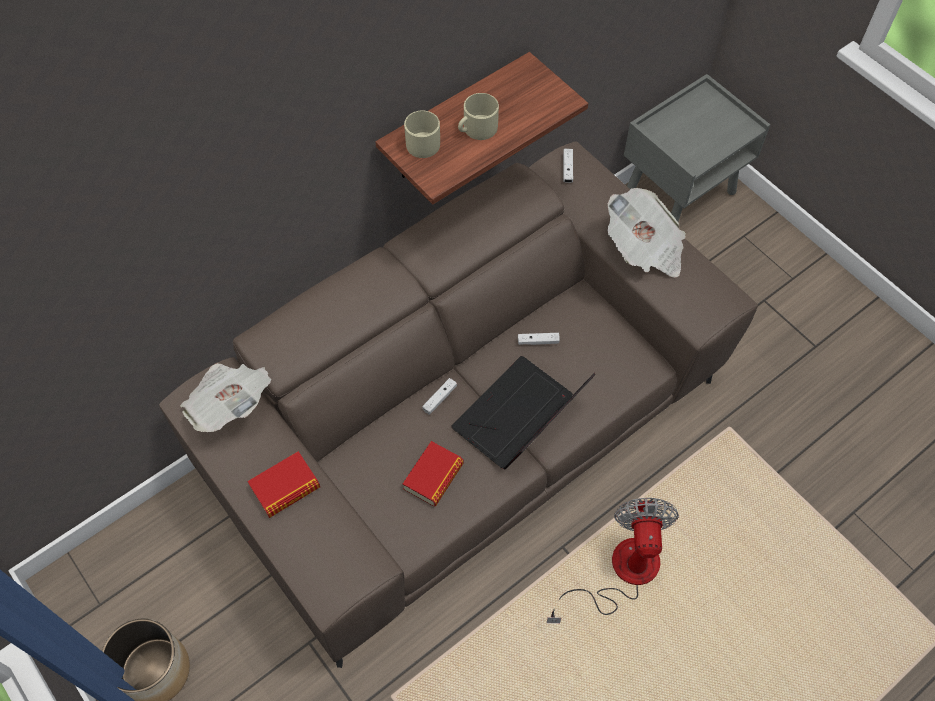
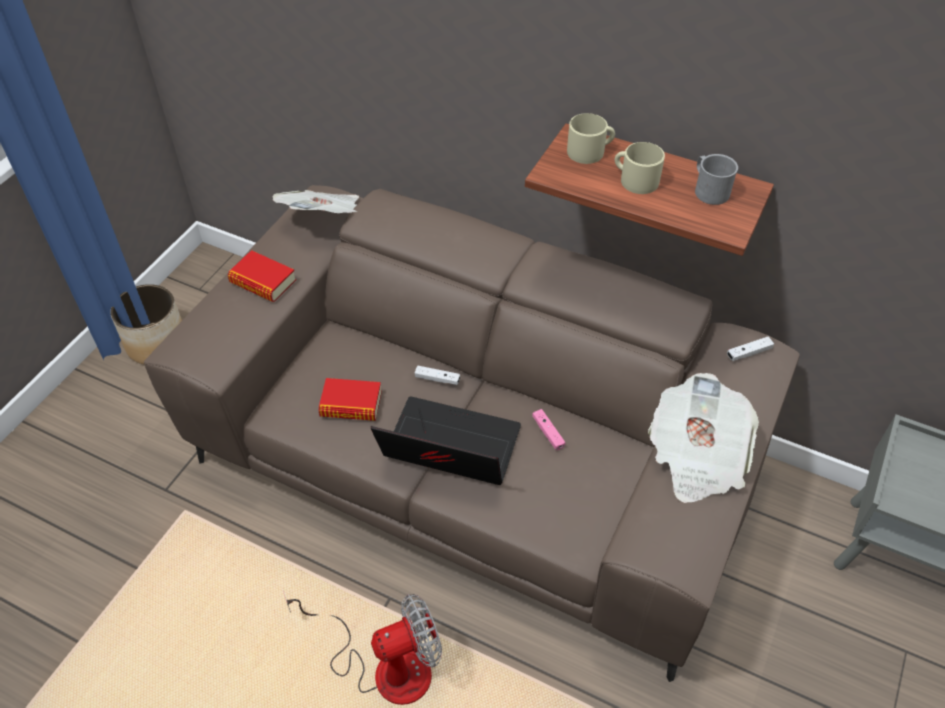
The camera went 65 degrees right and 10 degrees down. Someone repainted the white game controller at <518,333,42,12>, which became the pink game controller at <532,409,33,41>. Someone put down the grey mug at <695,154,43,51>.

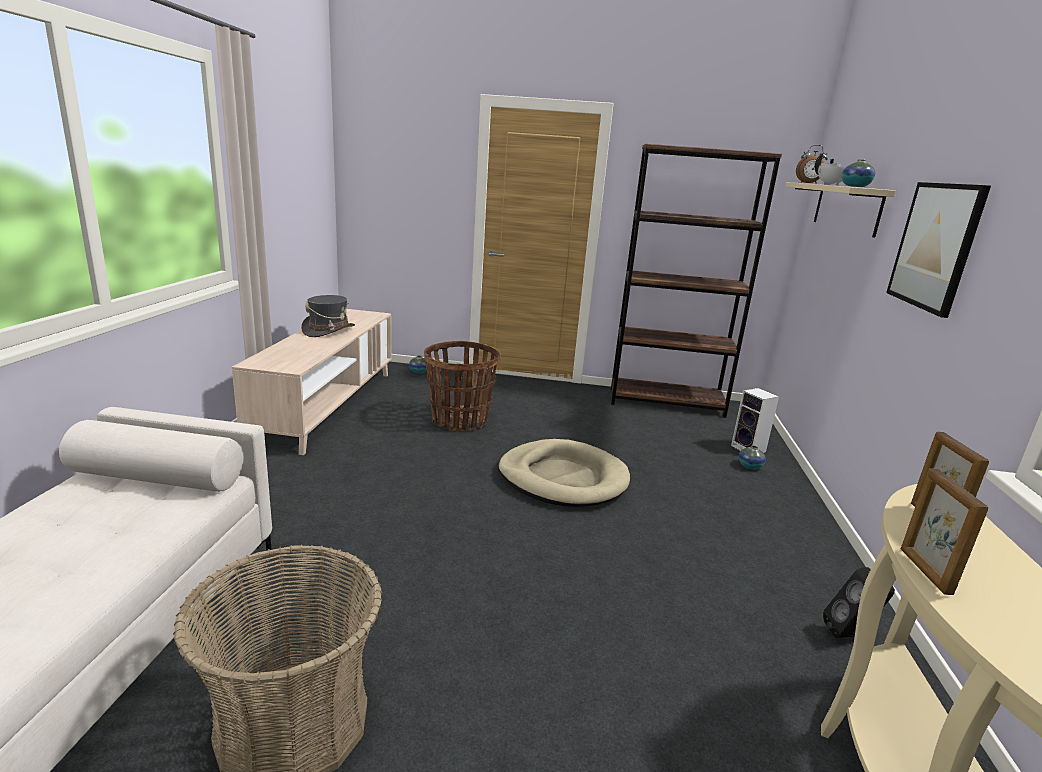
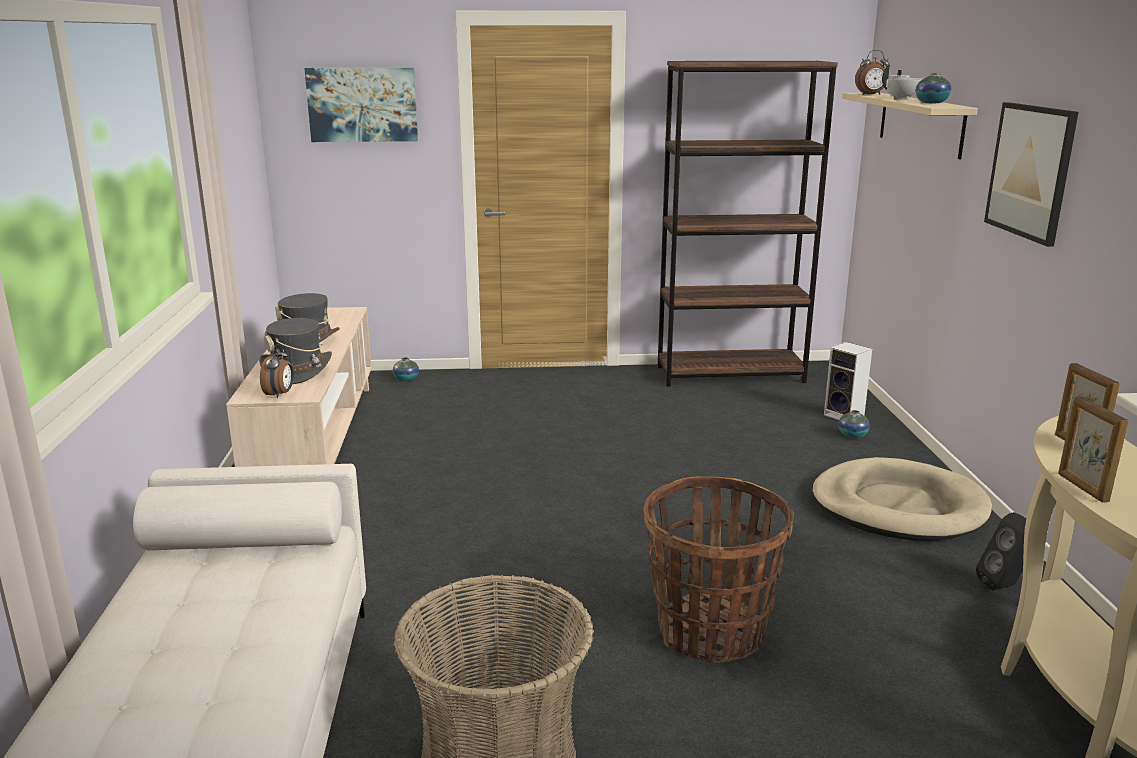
The camera went 10 degrees left and 0 degrees up. Someone carried the basket from <424,341,77,90> to <643,476,151,187>. Someone carried the beige dog bed from <498,439,132,68> to <812,457,180,84>. Someone put down the grey hat at <259,318,73,66>. Someone put down the alarm clock at <260,344,34,54>. Someone put up the picture at <304,68,114,74>.

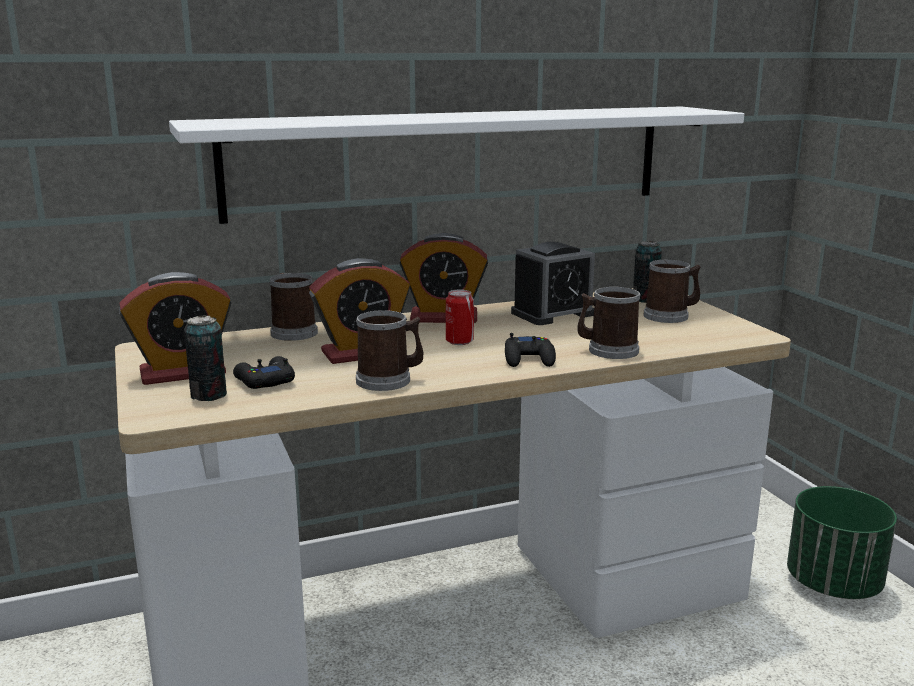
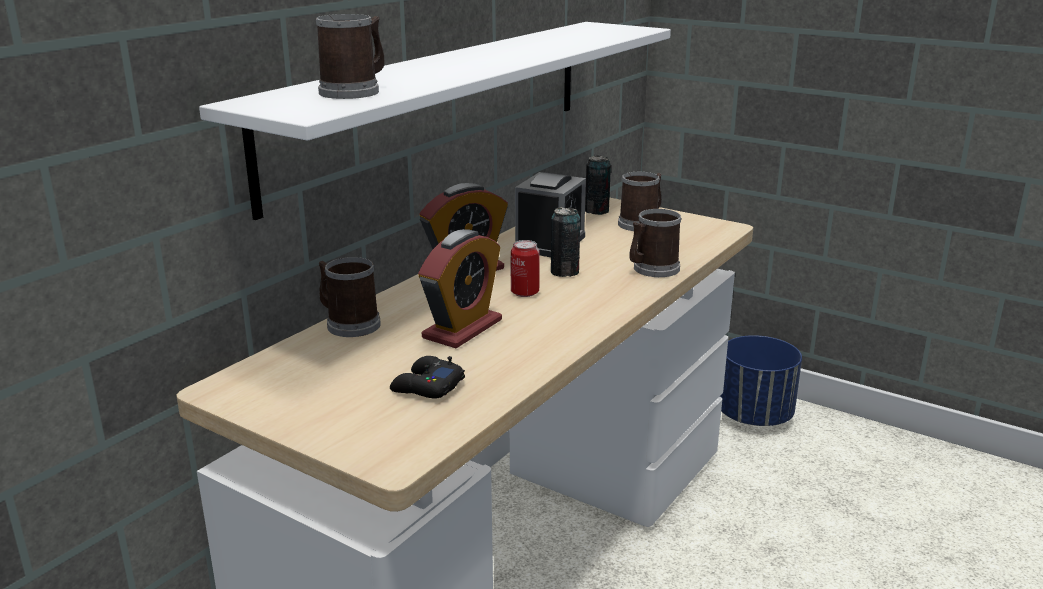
The camera went 35 degrees left and 5 degrees up. Someone took away the alarm clock at <119,272,112,113>. Someone carried the can from <184,315,43,86> to <551,207,29,70>. Someone carried the mug from <356,310,67,81> to <316,14,68,85>. Someone took away the black game controller at <505,333,51,34>. Someone repainted the green planter at <787,486,110,113>, which became the blue planter at <720,335,82,91>.

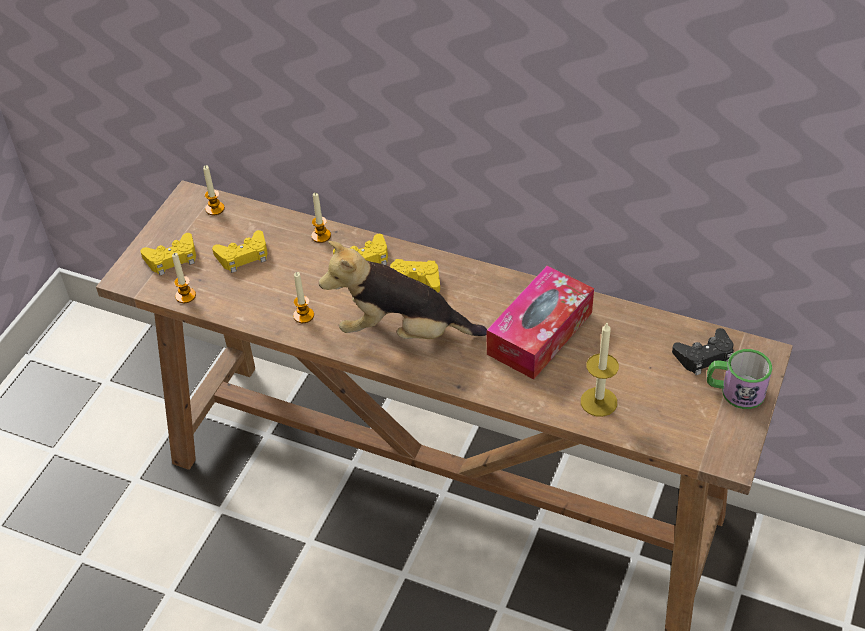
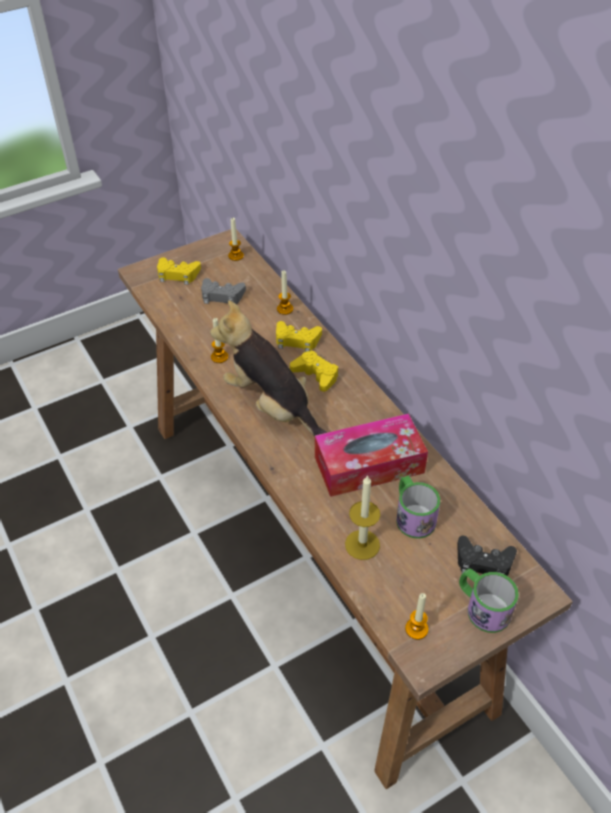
The camera went 35 degrees right and 0 degrees up. Someone carried the candle from <172,253,24,50> to <405,593,23,47>. Someone repainted the yellow game controller at <212,230,56,43>, which became the grey game controller at <201,278,45,29>. Someone put down the mug at <396,475,44,64>.

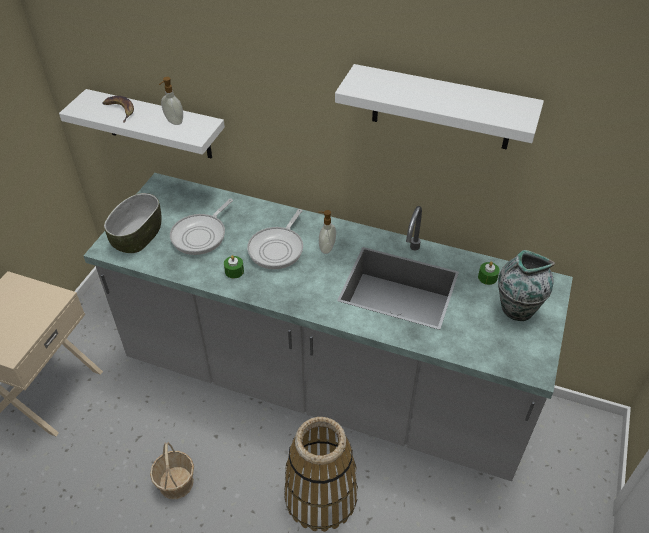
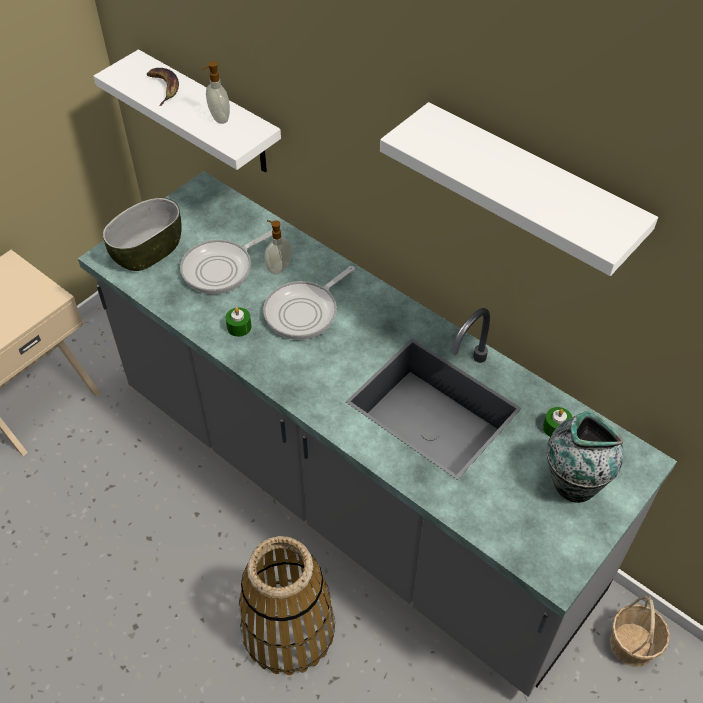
The camera went 20 degrees right and 5 degrees up. Someone carried the basket from <150,442,44,57> to <610,596,60,71>. Someone carried the soap dispenser from <318,210,18,44> to <265,220,27,54>.

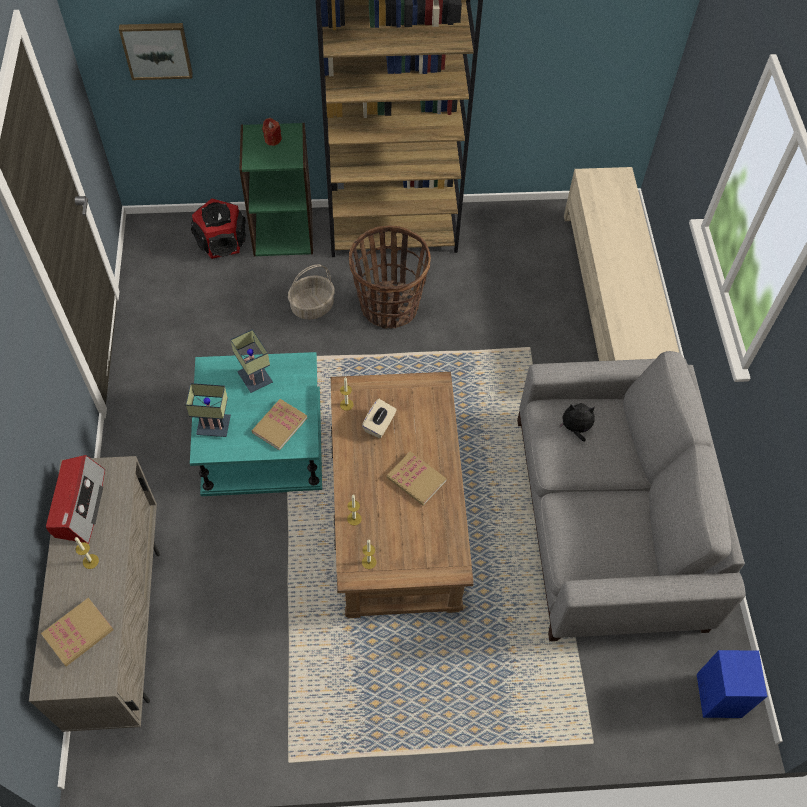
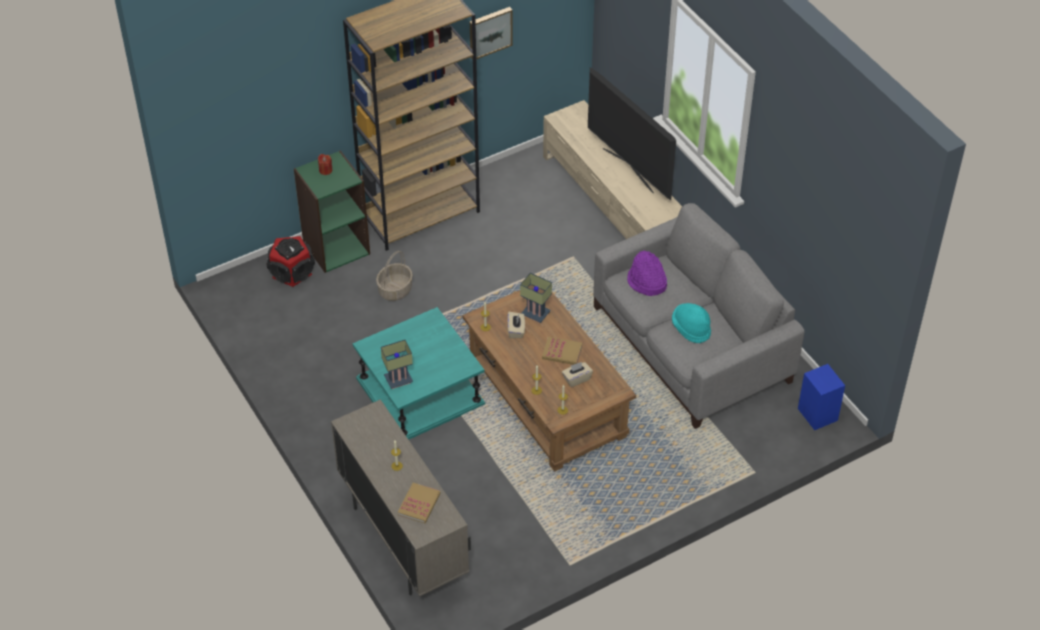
The camera went 25 degrees left and 10 degrees down. Someone took away the radio at <46,455,59,89>. Someone carried the picture from <119,23,74,57> to <470,7,43,53>. Someone carried the table lamp from <230,329,43,64> to <520,273,32,50>. Someone took away the book at <252,399,55,51>. Someone took away the basket at <349,225,82,104>. Someone swapped the plush toy at <559,403,36,39> for the purple hat at <627,251,40,45>. Someone put down the beige tissue box at <562,362,31,25>. Someone put down the television at <588,67,88,133>. Someone put down the turquoise hat at <672,303,39,40>.

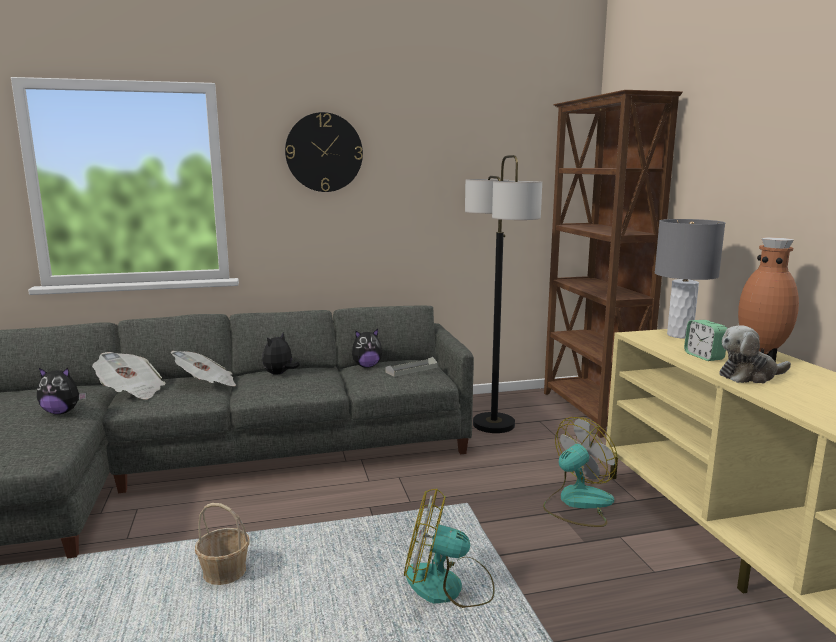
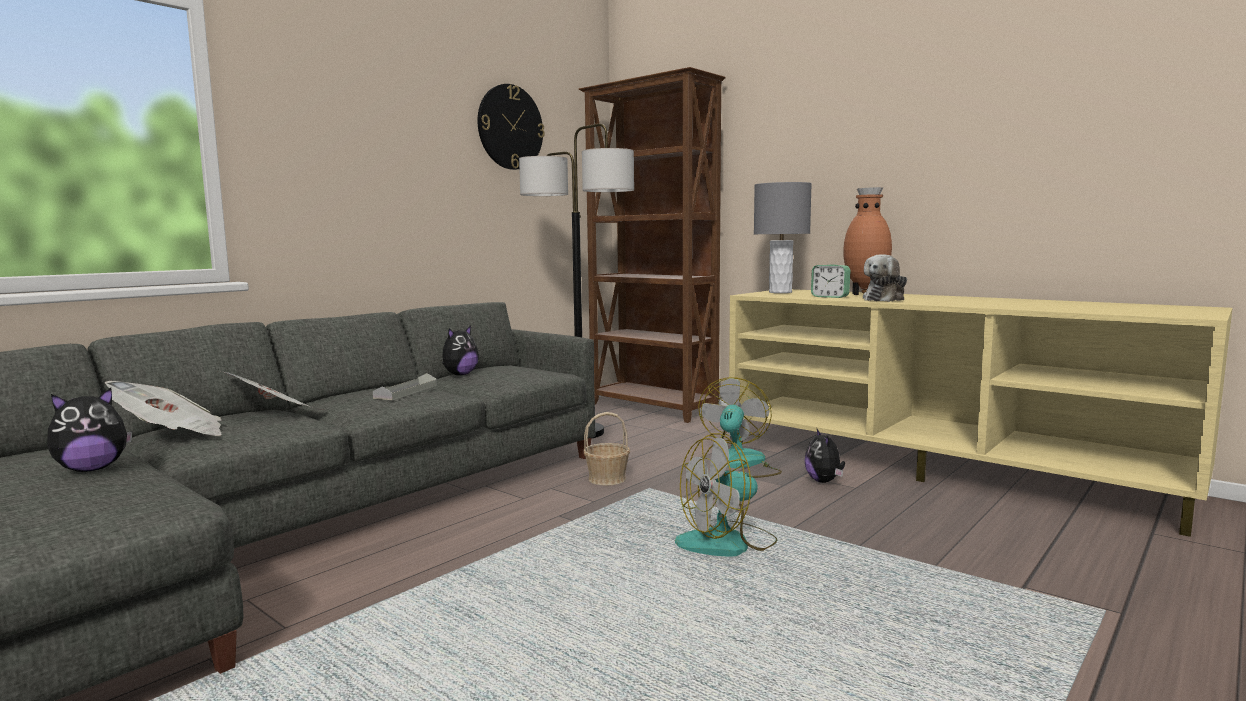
The camera went 35 degrees left and 5 degrees down. Someone carried the basket from <195,503,55,82> to <584,412,46,74>. Someone carried the plush toy from <262,332,38,43> to <804,429,41,54>. Someone carried the wall clock from <285,112,78,80> to <478,84,67,86>. Someone carried the grey tray from <386,357,51,20> to <373,373,64,27>.

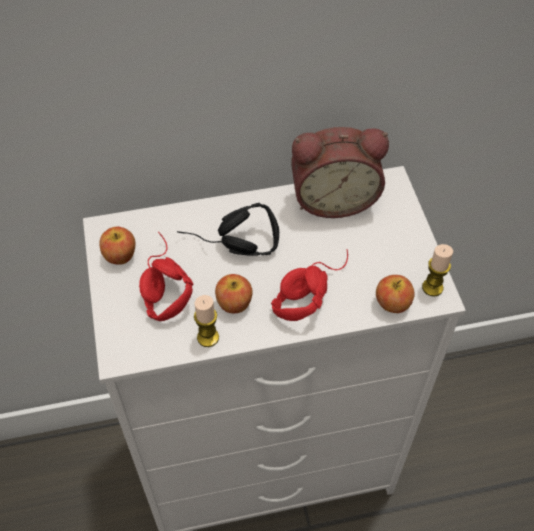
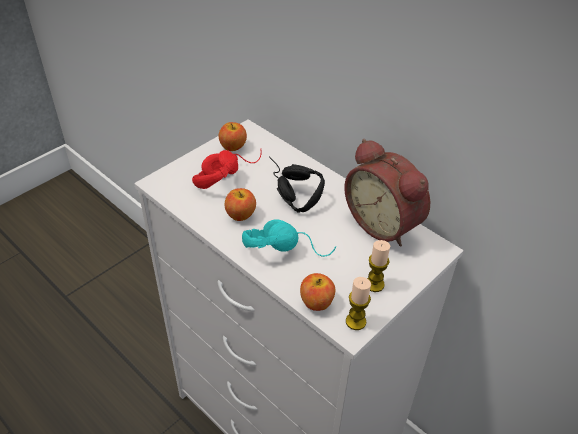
The camera went 55 degrees right and 10 degrees down. Someone carried the candle from <194,295,25,52> to <367,240,23,52>. Someone repainted the red headphones at <271,249,77,72>, which became the turquoise headphones at <242,219,94,38>.

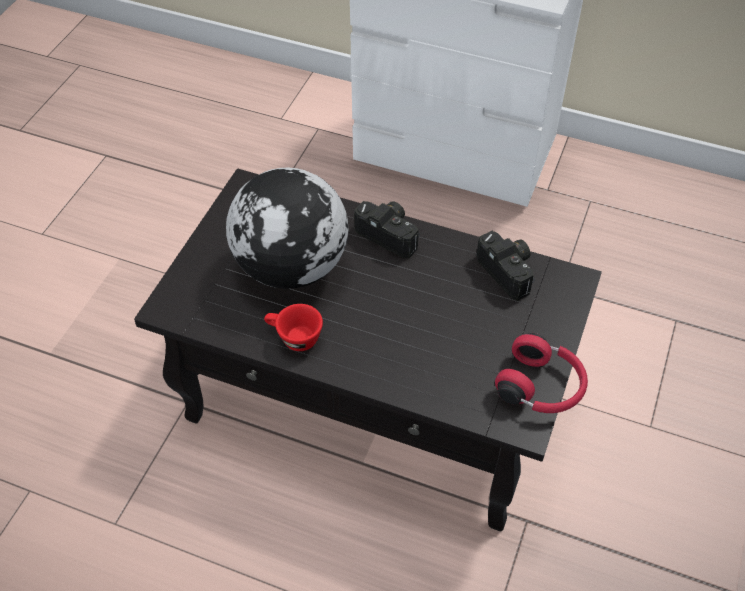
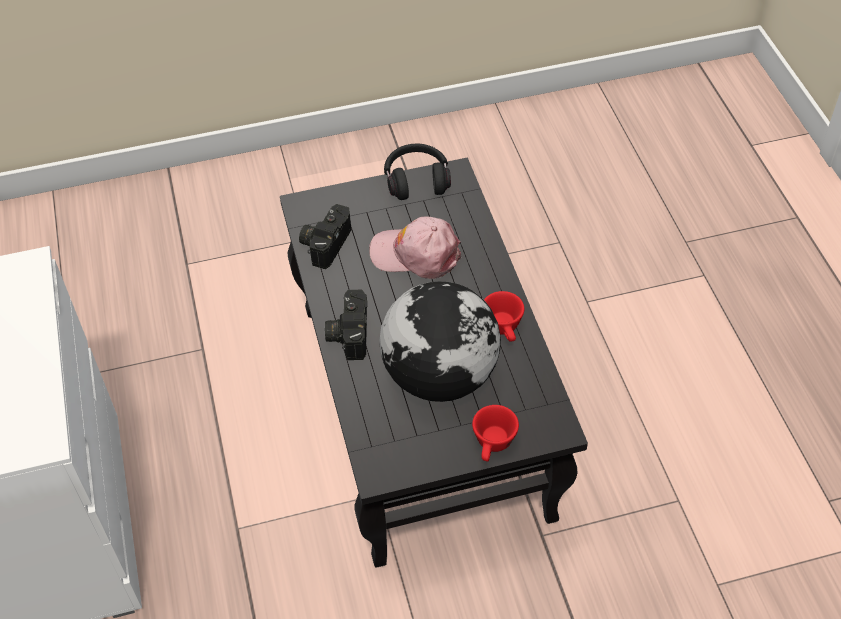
The camera went 125 degrees left and 0 degrees up. Someone repainted the red headphones at <495,333,93,80>, which became the black headphones at <384,144,67,56>. Someone put down the pink cap at <369,216,92,63>. Someone put down the red cup at <472,405,47,57>.

